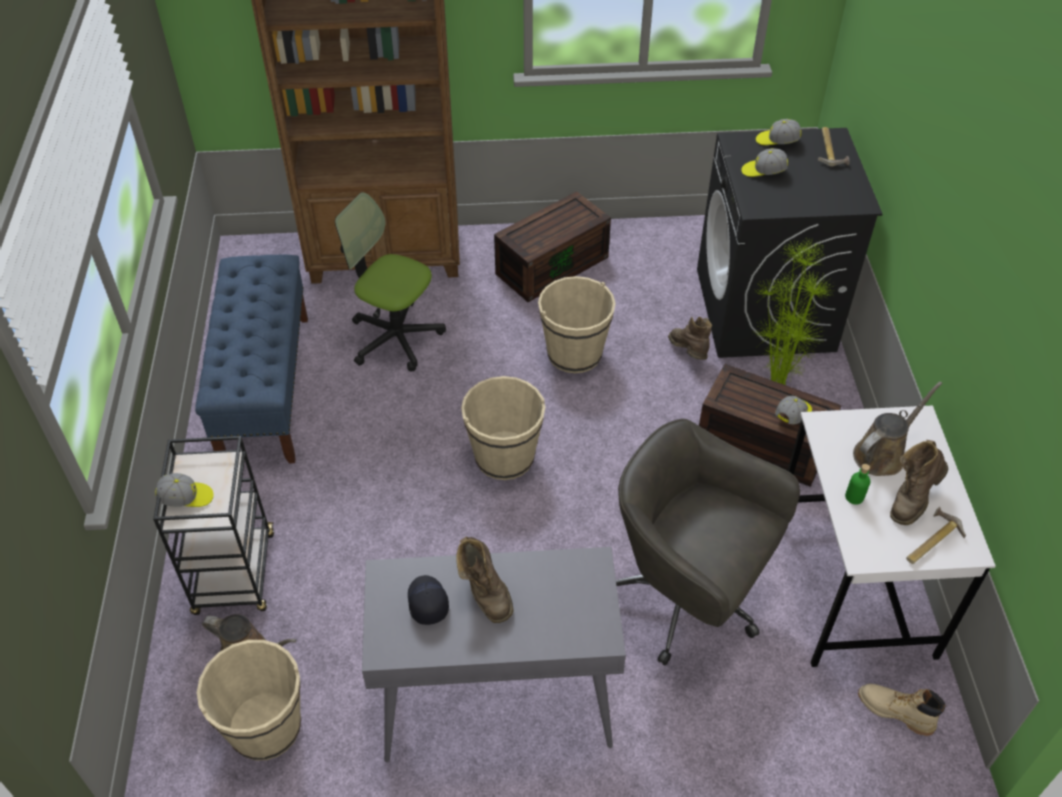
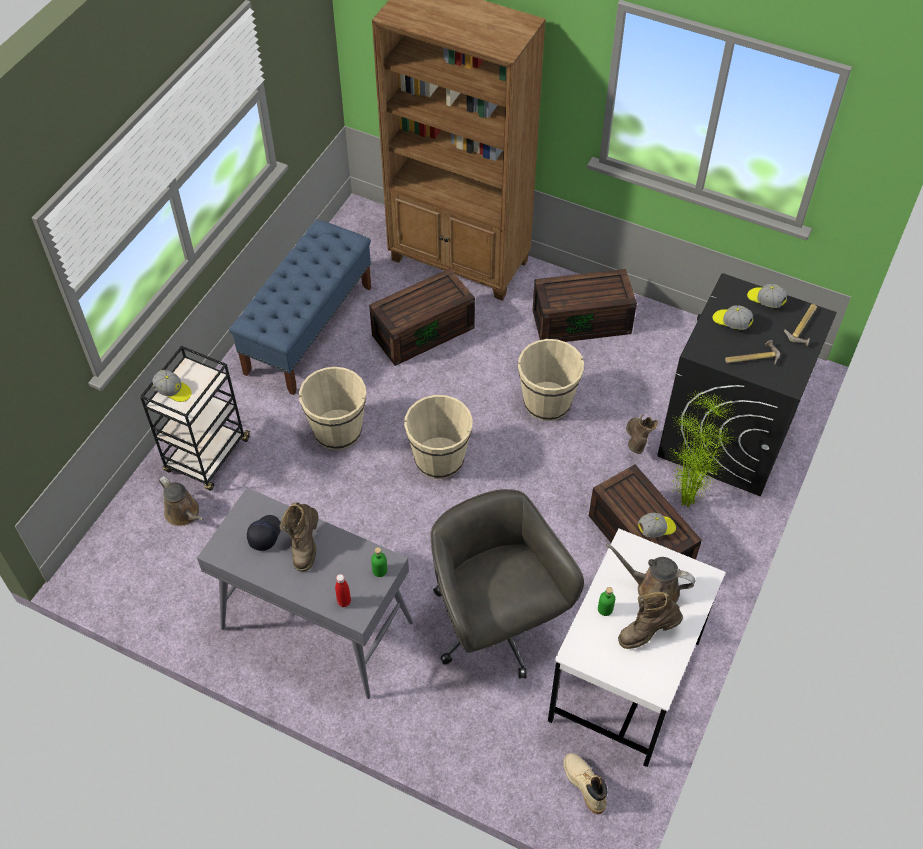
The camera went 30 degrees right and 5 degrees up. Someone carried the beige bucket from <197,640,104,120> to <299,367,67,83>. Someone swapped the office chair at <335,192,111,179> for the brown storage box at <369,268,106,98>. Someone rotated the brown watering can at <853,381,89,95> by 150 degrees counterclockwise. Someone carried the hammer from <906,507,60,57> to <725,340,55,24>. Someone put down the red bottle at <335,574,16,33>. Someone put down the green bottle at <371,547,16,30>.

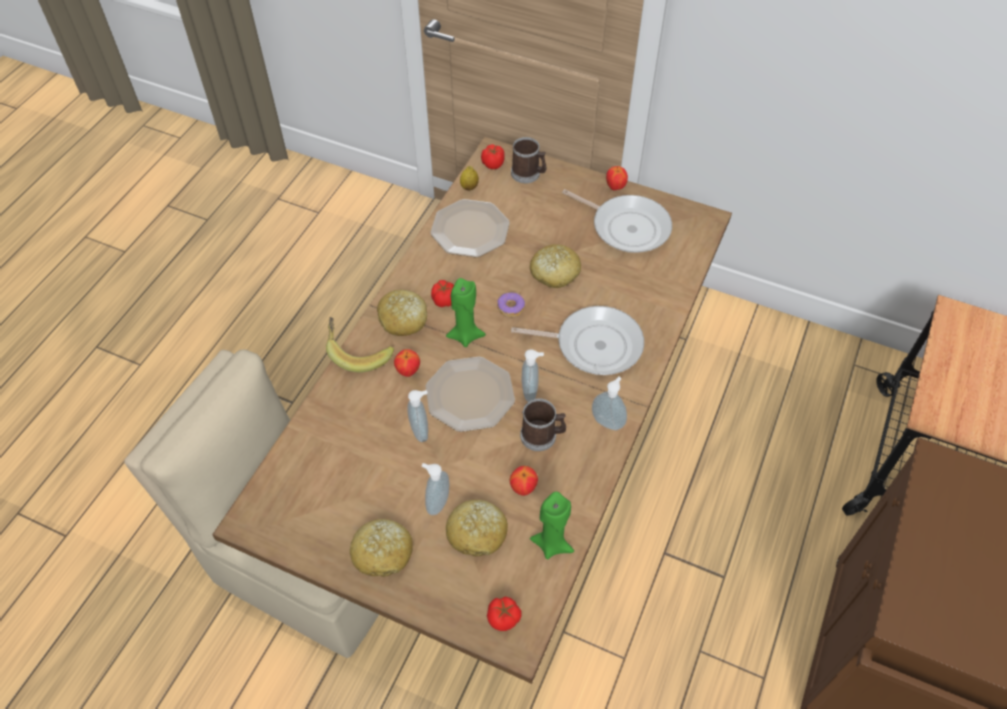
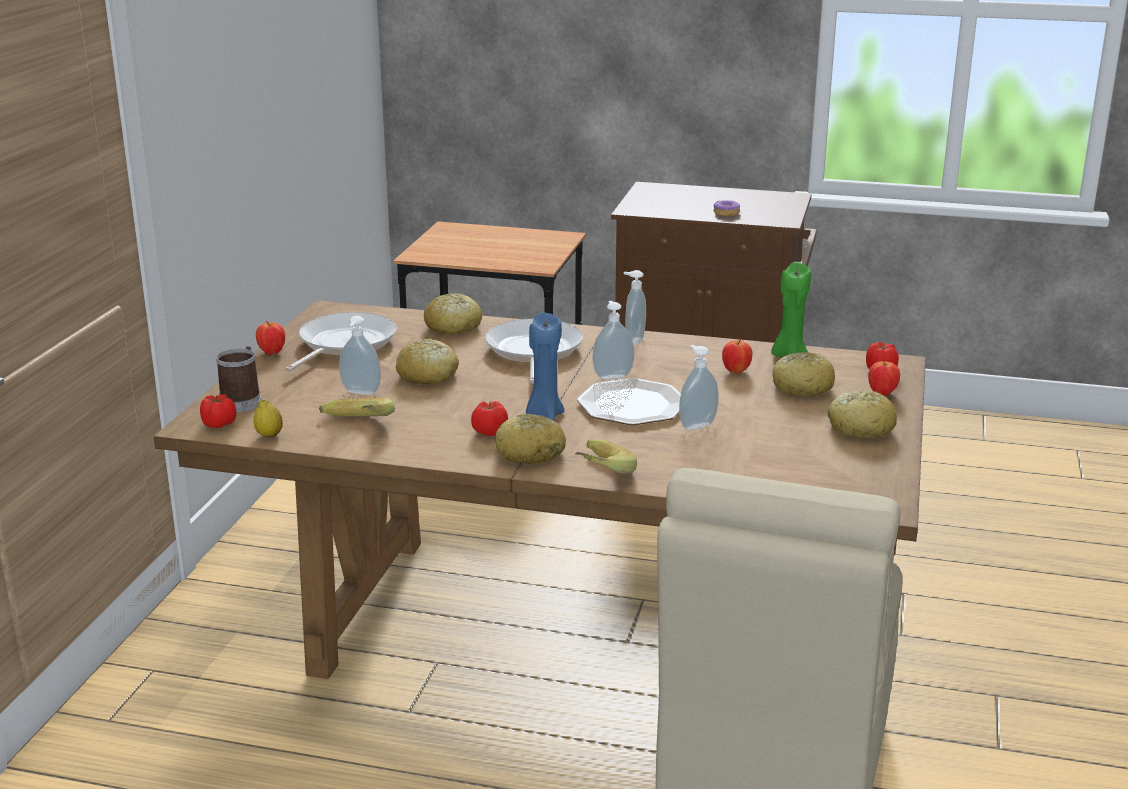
The camera went 100 degrees left and 30 degrees down. Someone carried the apple from <394,349,26,28> to <868,359,32,37>. Someone carried the soap dispenser from <422,463,27,52> to <339,316,42,79>. Someone swapped the plate at <430,199,80,59> for the banana at <319,398,76,18>. Someone repainted the green candle at <446,278,40,69>, which became the blue candle at <526,313,38,108>. Someone carried the donut from <497,293,28,24> to <713,200,27,16>. Someone took away the mug at <520,399,46,52>. Someone put down the bread at <424,293,58,41>.

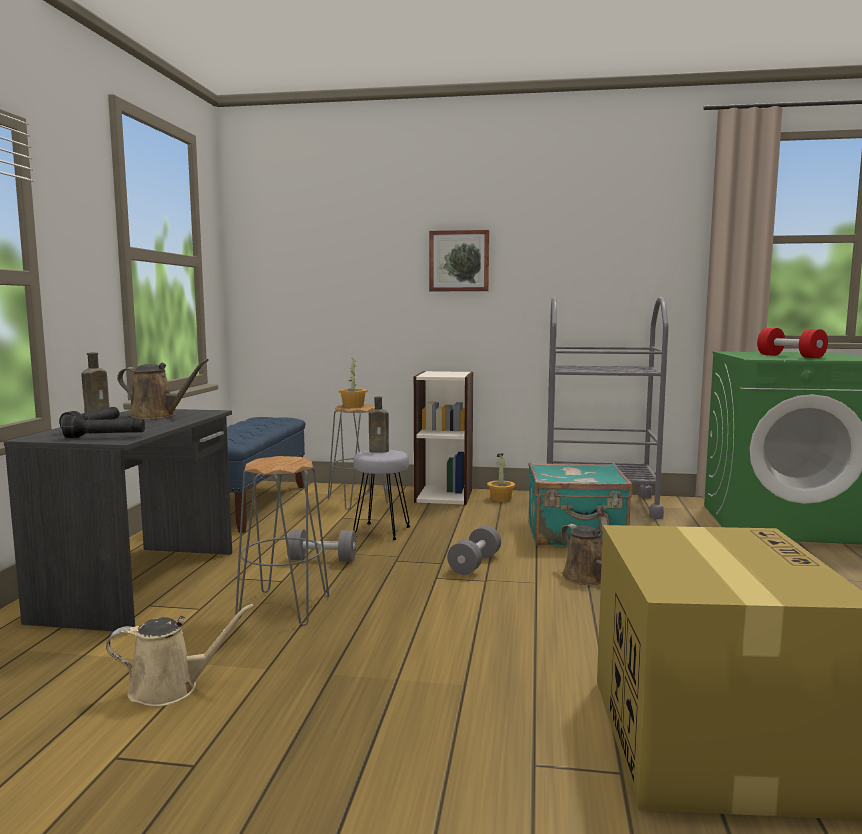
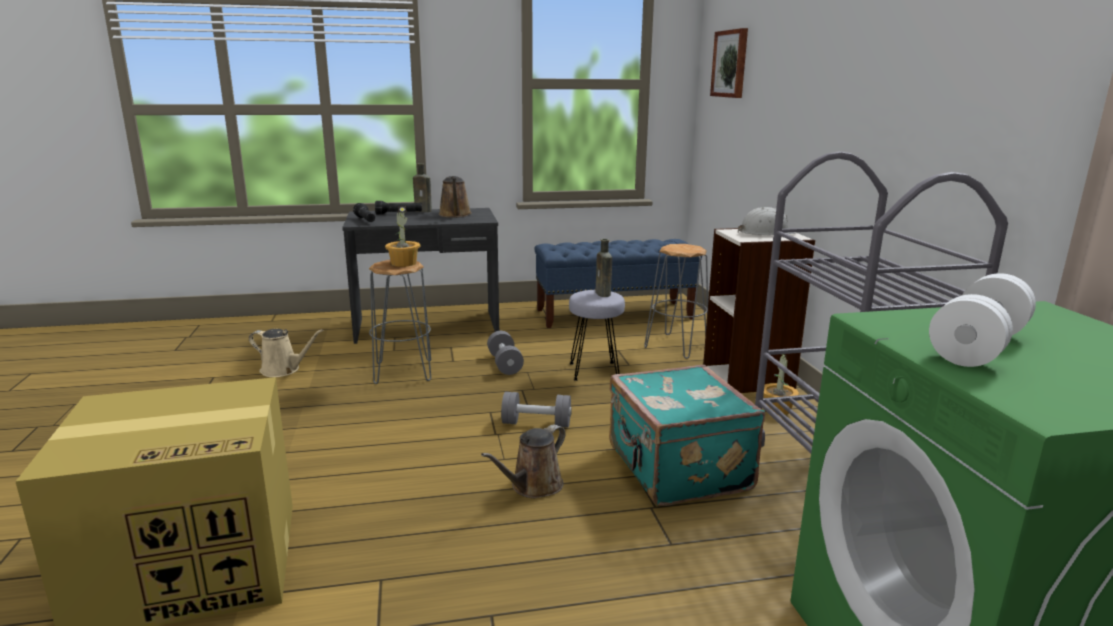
The camera went 70 degrees right and 10 degrees up. Someone rotated the beige watering can at <106,604,148,103> by 45 degrees counterclockwise. Someone carried the potted plant from <339,358,29,49> to <385,206,35,61>. Someone carried the picture from <429,230,60,61> to <710,28,38,70>. Someone repainted the red dumbbell at <757,328,71,30>, which became the white dumbbell at <929,273,107,94>. Someone put down the white hard hat at <738,207,59,28>.

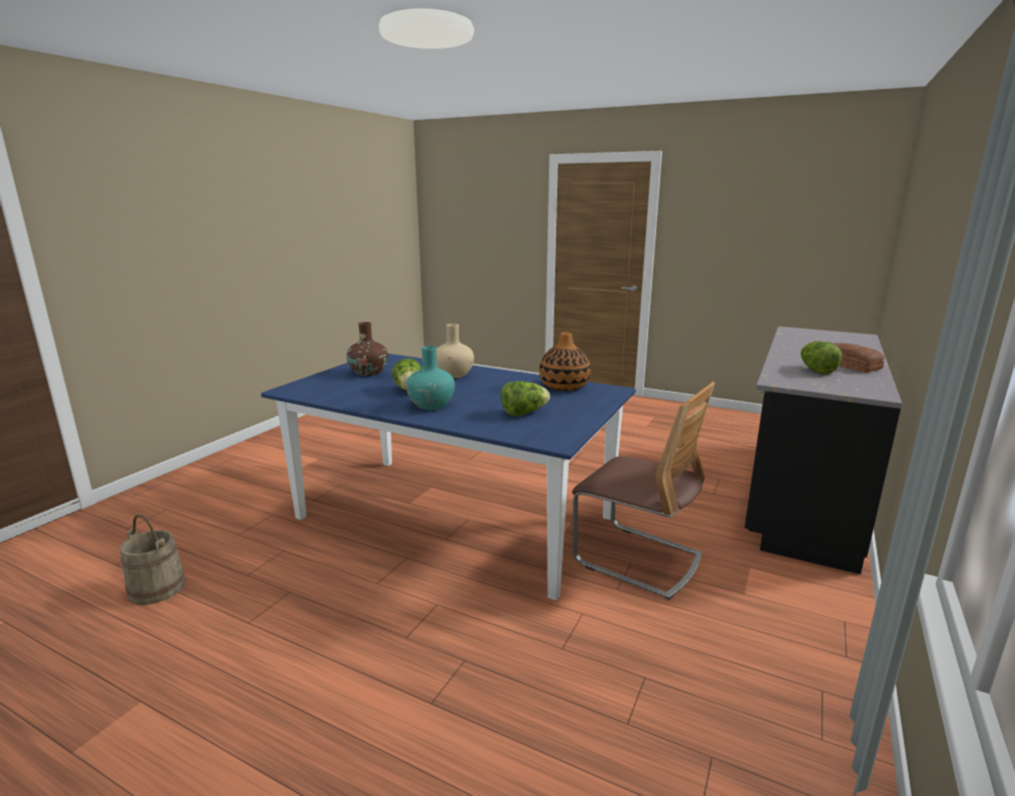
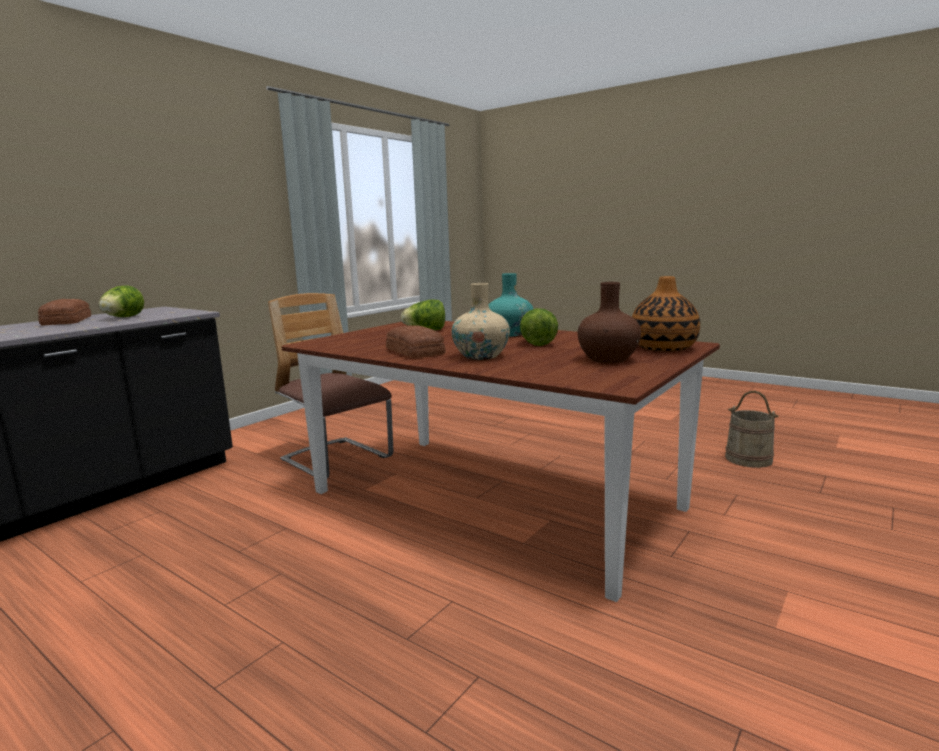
The camera went 170 degrees left and 5 degrees down. Someone repainted the blue dining table at <261,353,375,247>, which became the brown dining table at <282,321,438,281>. Someone carried the vase from <539,332,52,59> to <632,276,68,75>. Someone put down the bread at <386,325,60,33>.

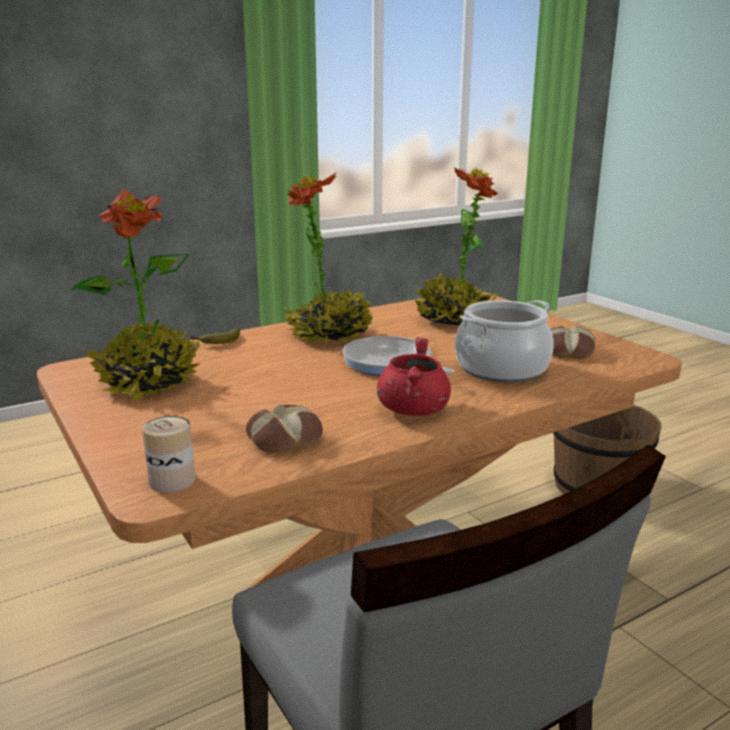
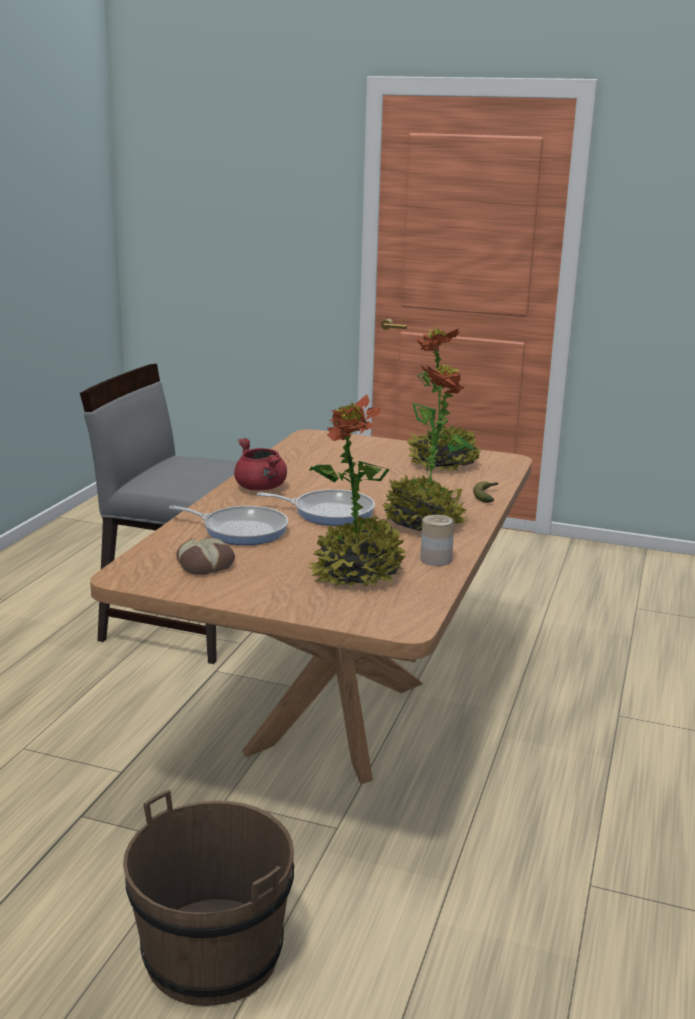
The camera went 140 degrees right and 0 degrees up. Someone carried the can from <142,416,53,77> to <420,515,35,51>. Someone took away the bread at <246,405,77,47>. Someone swapped the cooking pot at <455,300,99,83> for the frying pan at <169,506,119,39>.

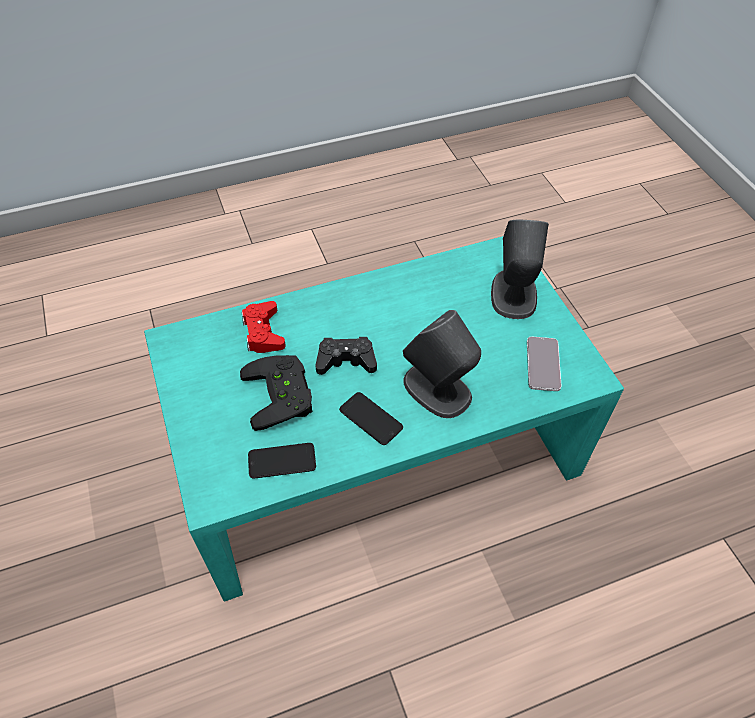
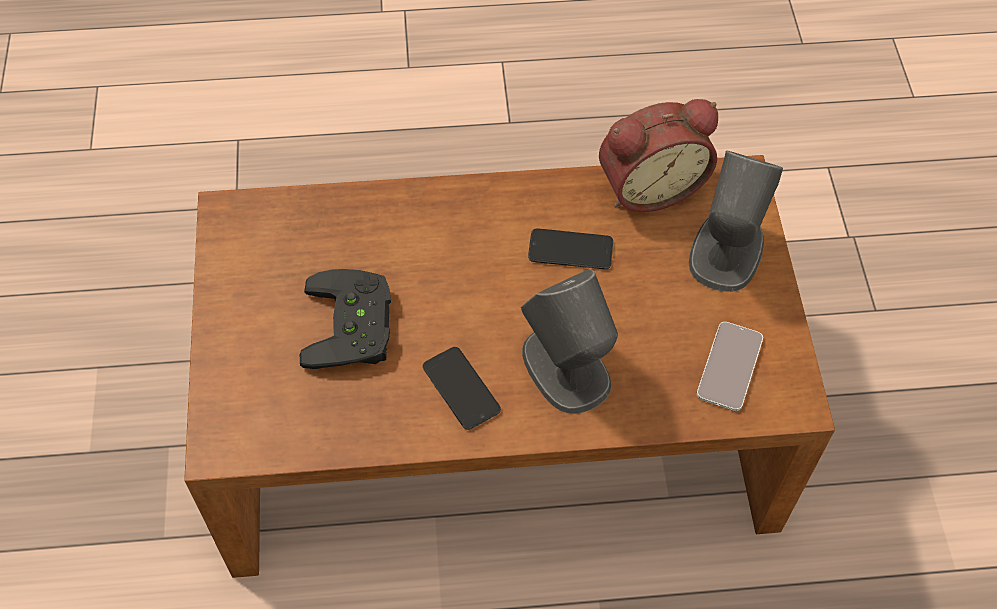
The camera went 15 degrees right and 5 degrees up. Someone repainted the turquoise coffee table at <144,236,480,366>, which became the brown coffee table at <184,155,651,423>. Someone took away the red game controller at <242,301,44,52>. Someone carried the phone from <248,443,68,36> to <528,228,85,41>. Someone took away the black game controller at <315,337,62,38>. Someone put down the alarm clock at <599,99,119,113>.

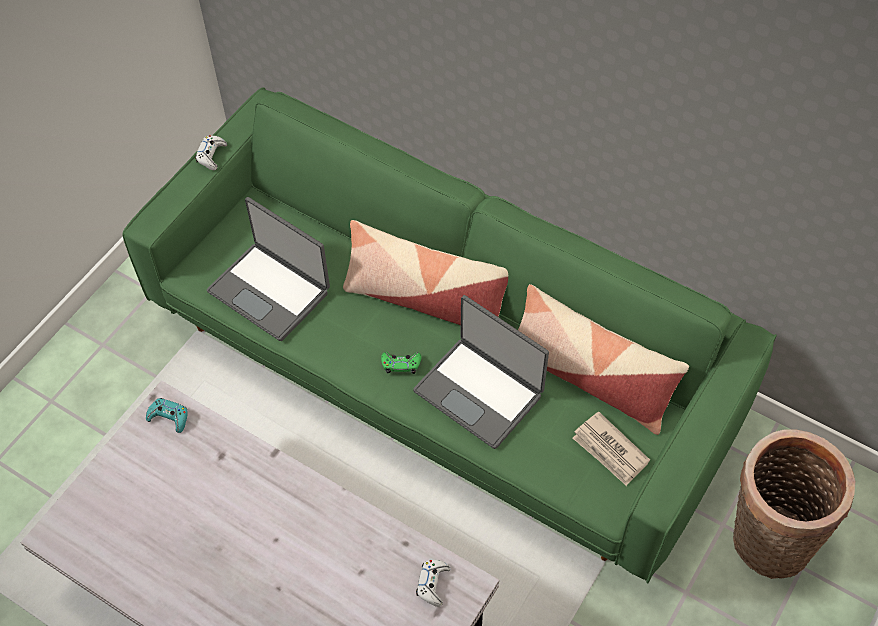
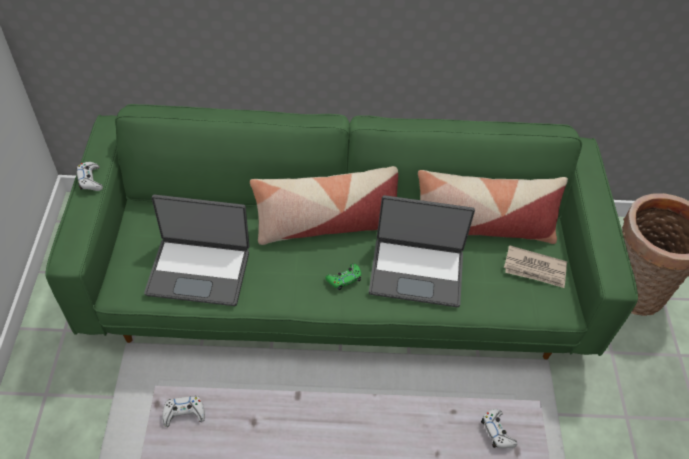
The camera went 35 degrees left and 5 degrees down. Someone repainted the turquoise game controller at <146,398,42,35>, which became the white game controller at <162,396,43,31>.

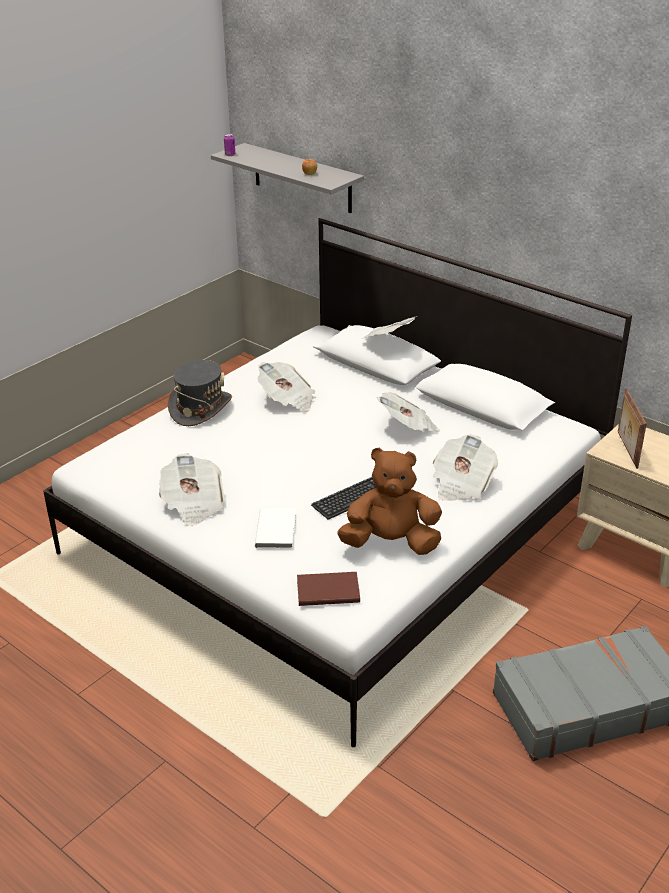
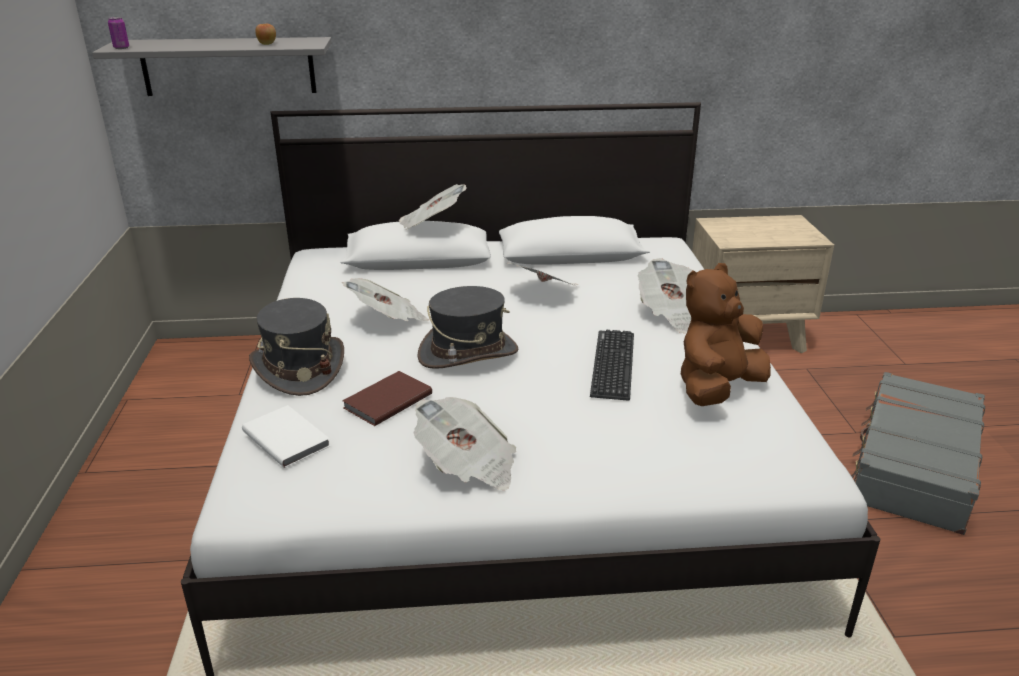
The camera went 45 degrees left and 5 degrees down. Someone carried the white book from <255,508,41,41> to <242,405,88,63>. Someone carried the brown book from <297,572,63,34> to <342,371,90,55>. Someone took away the picture frame at <618,388,29,81>. Someone put down the grey hat at <417,286,101,83>.

